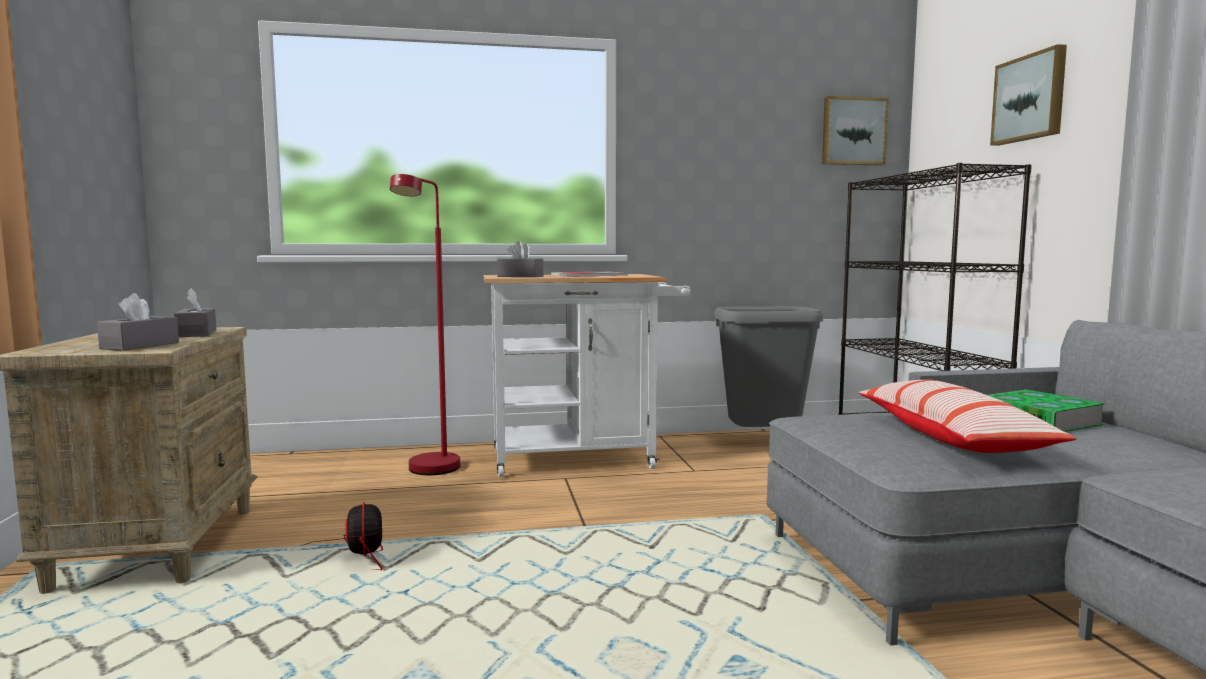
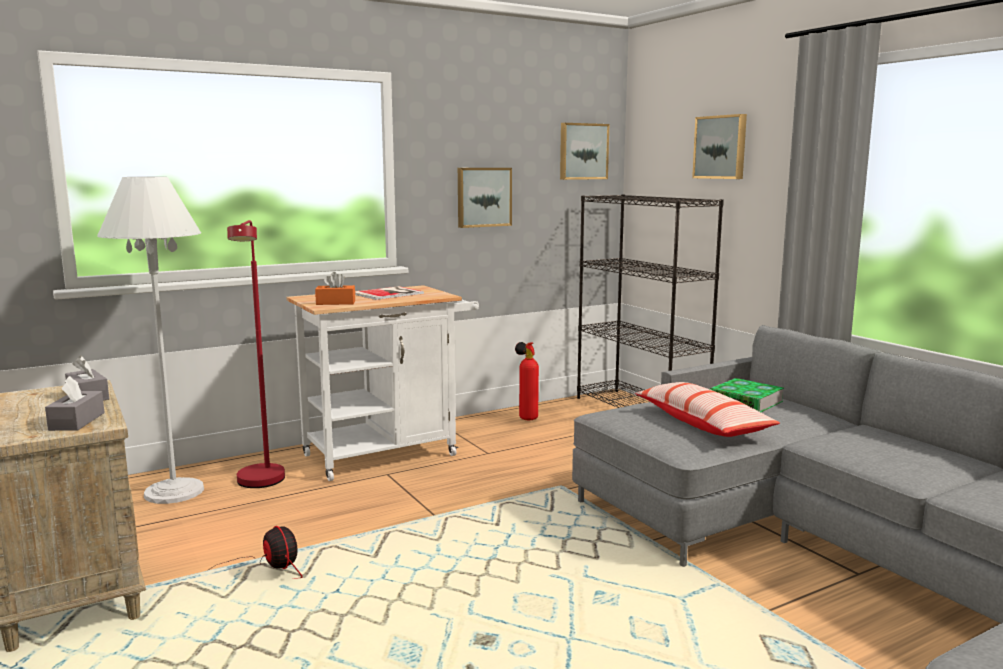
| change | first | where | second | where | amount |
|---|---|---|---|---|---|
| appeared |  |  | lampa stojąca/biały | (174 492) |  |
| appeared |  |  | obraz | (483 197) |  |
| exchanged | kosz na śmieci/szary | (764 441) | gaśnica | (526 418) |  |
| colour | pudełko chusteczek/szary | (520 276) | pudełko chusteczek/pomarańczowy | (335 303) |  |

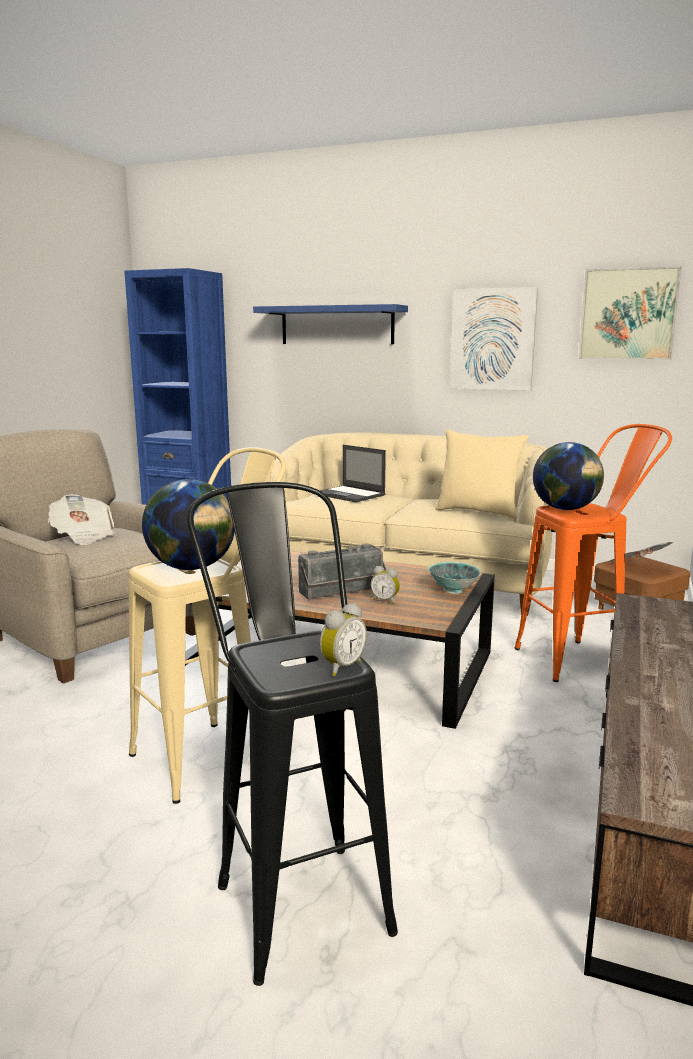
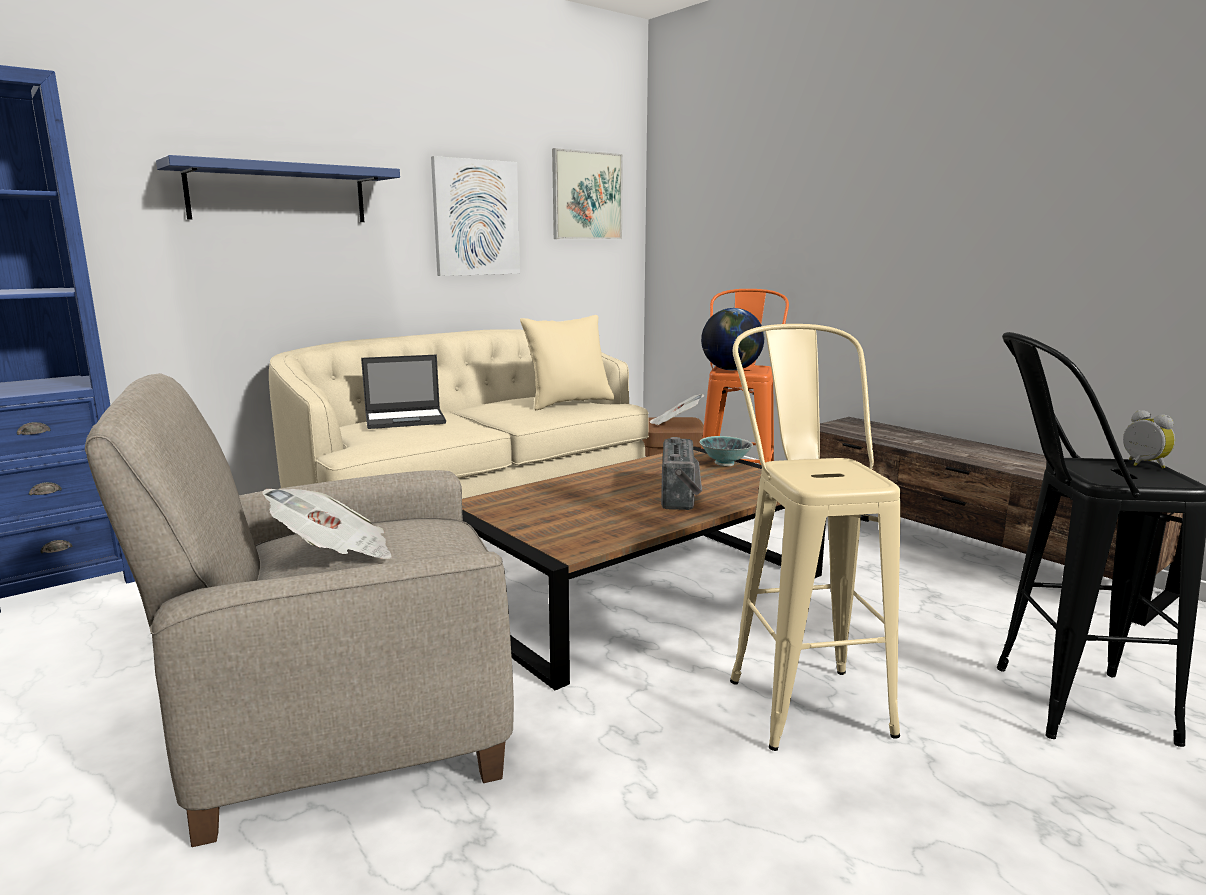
| change | first | where | second | where | amount |
|---|---|---|---|---|---|
| missing | globus | (192 567) |  |  |  |
| missing | budzik | (385 600) |  |  |  |

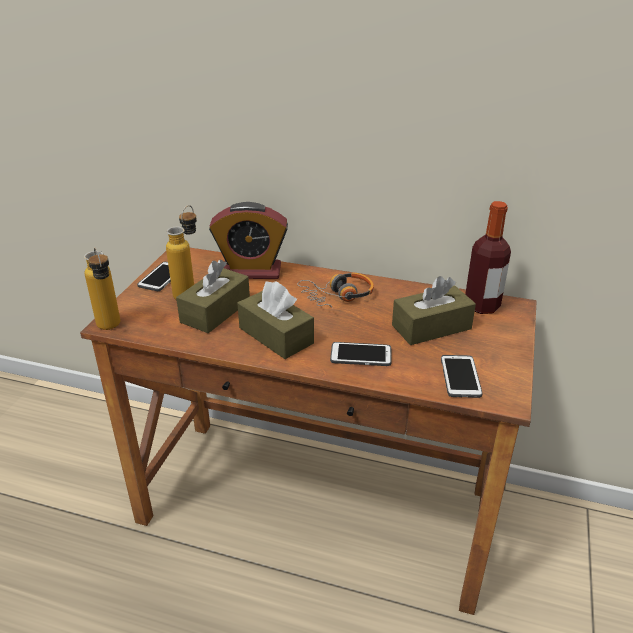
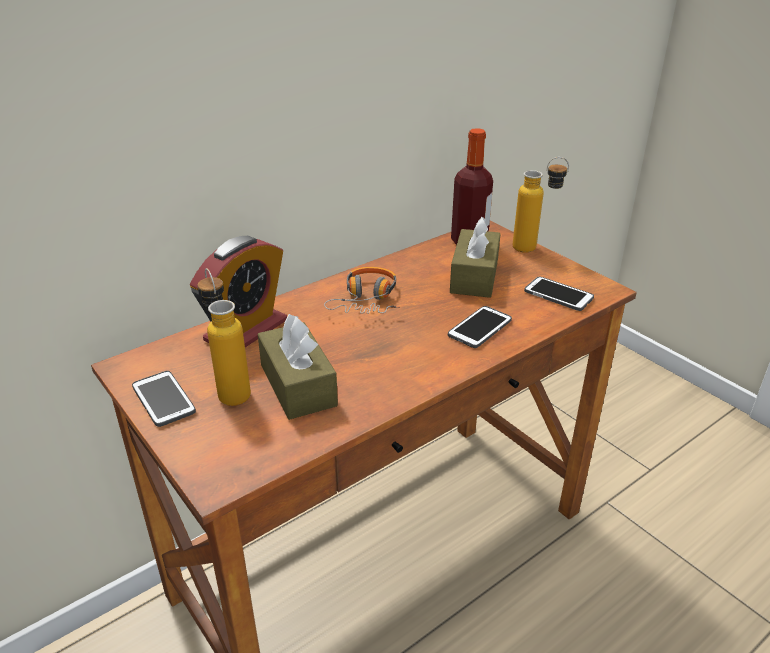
| change | first | where | second | where | amount |
|---|---|---|---|---|---|
| missing | pudełko chusteczek/brązowy | (276 335) |  |  |  |
| relocated | butelka | (111 329) |  | (534 248) |  |

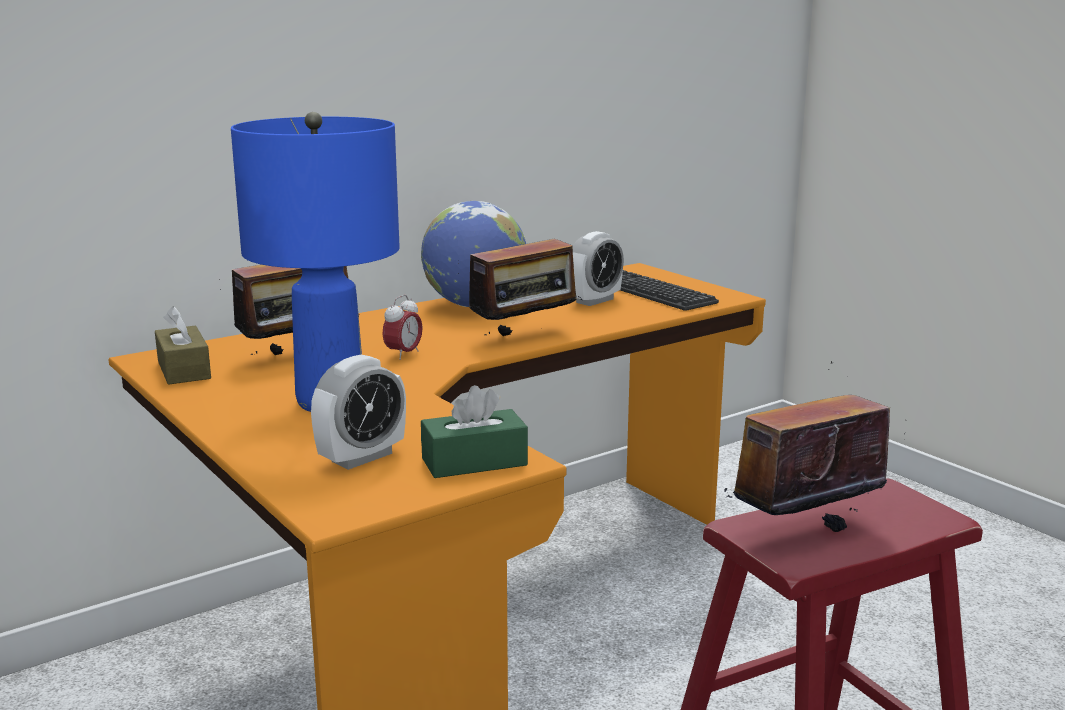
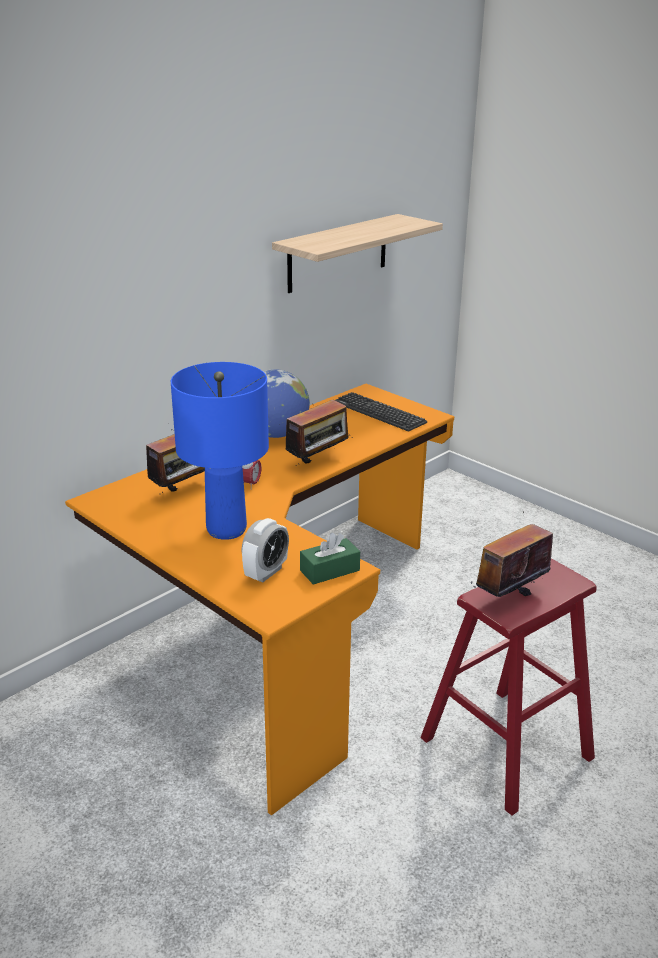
| change | first | where | second | where | amount |
|---|---|---|---|---|---|
| missing | pudełko chusteczek/brązowy | (184 370) |  |  |  |
| missing | budzik | (594 300) |  |  |  |
| appeared |  |  | półka | (338 253) |  |

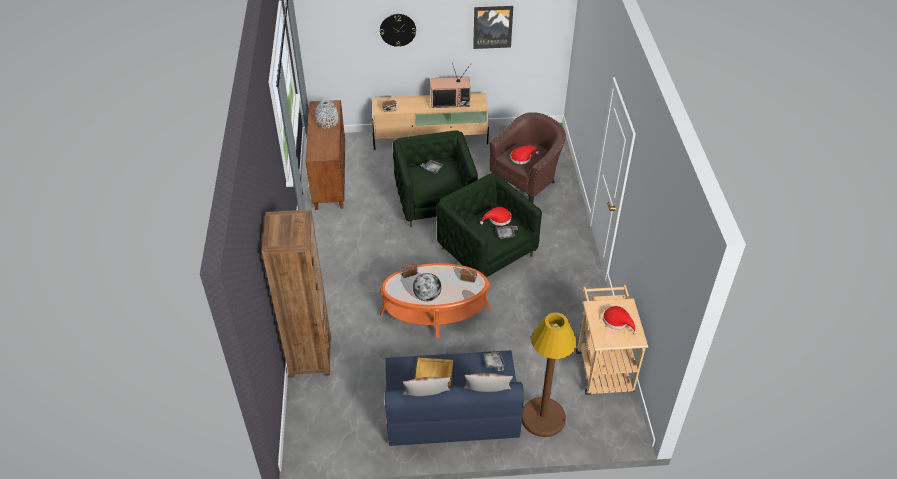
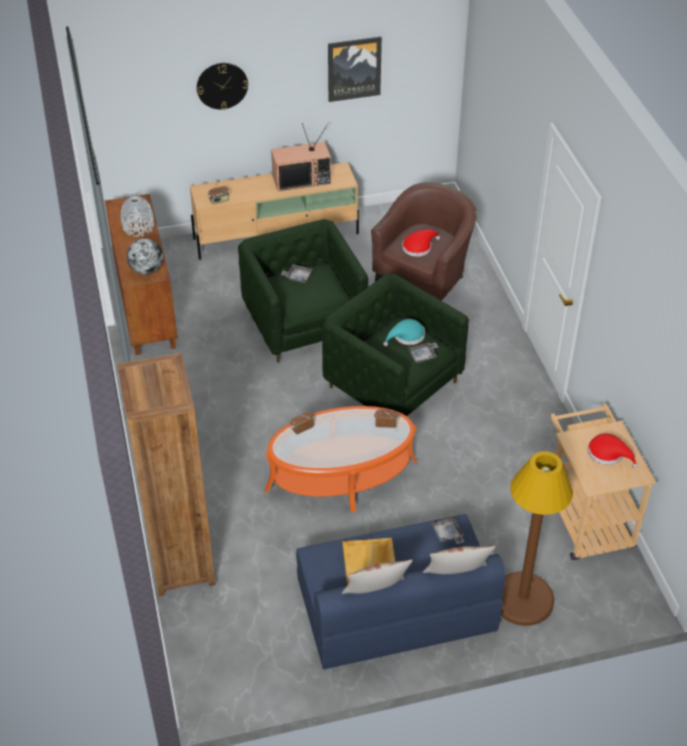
| change | first | where | second | where | amount |
|---|---|---|---|---|---|
| relocated | globus | (427 296) |  | (146 270) |  |
| colour | kapelusz/czerwony | (498 219) | kapelusz/turkusowy | (406 336) |  |

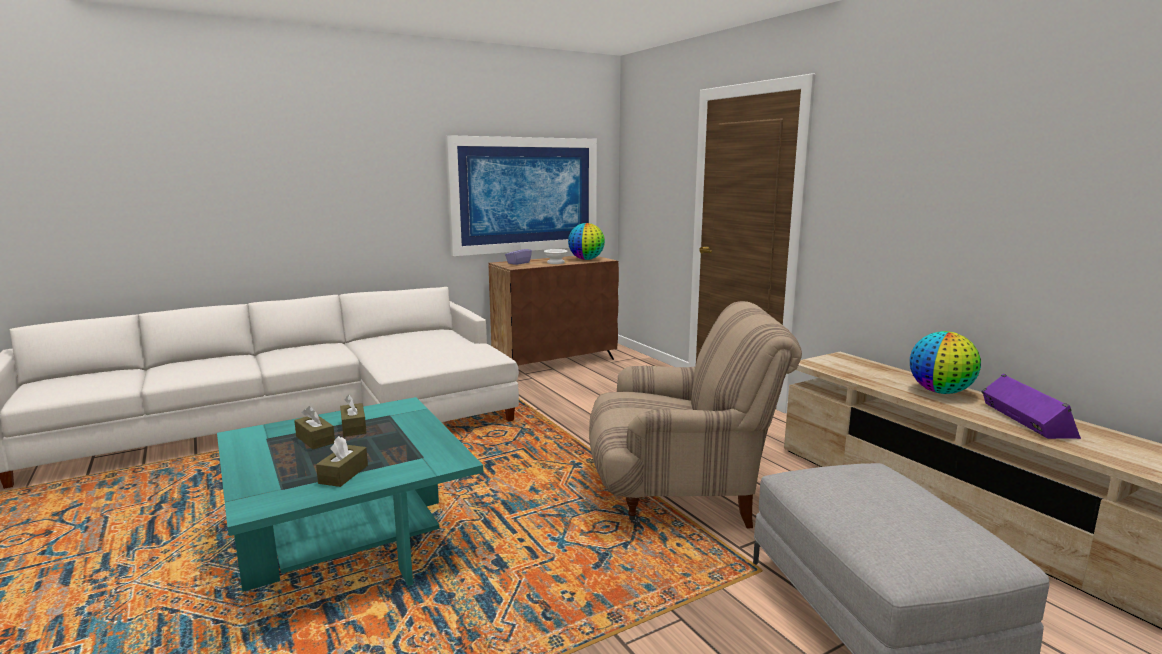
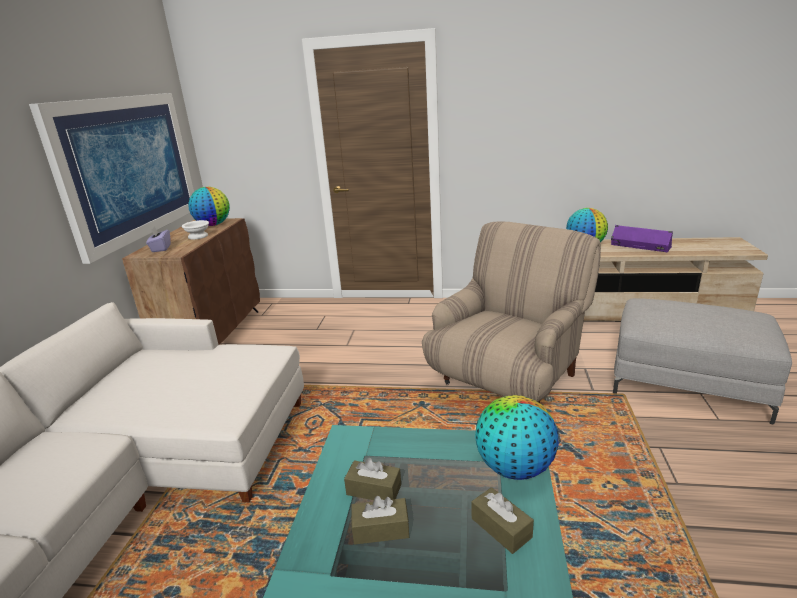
| change | first | where | second | where | amount |
|---|---|---|---|---|---|
| appeared |  |  | globus | (514 467) |  |

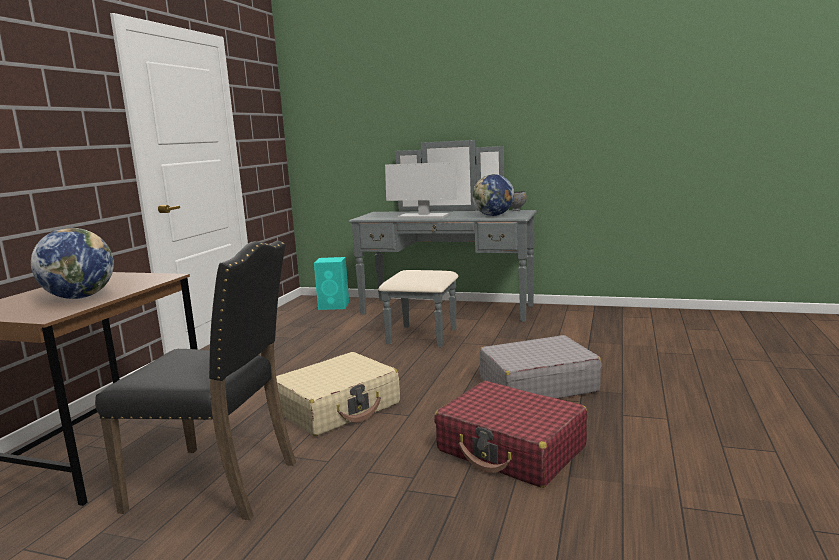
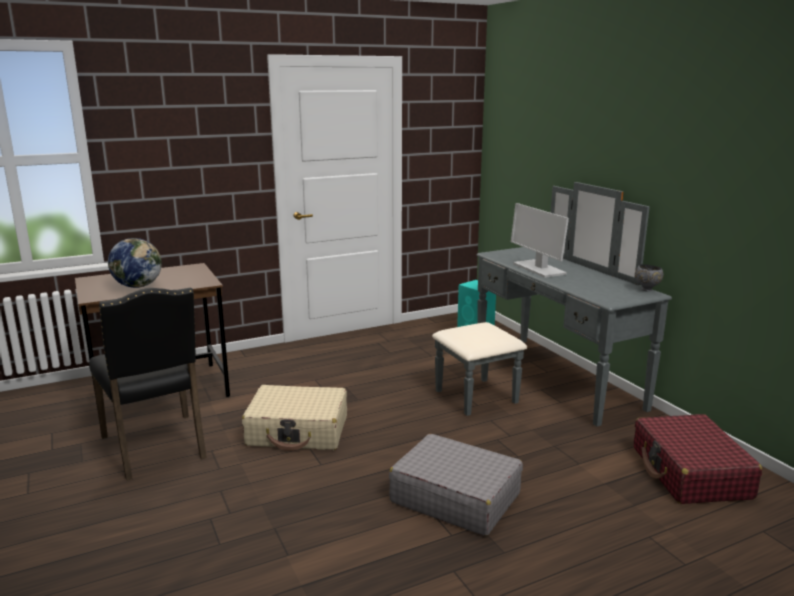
| change | first | where | second | where | amount |
|---|---|---|---|---|---|
| missing | globus | (493 215) |  |  |  |
| relocated | walizka/czerwony | (511 449) |  | (690 473) |  |

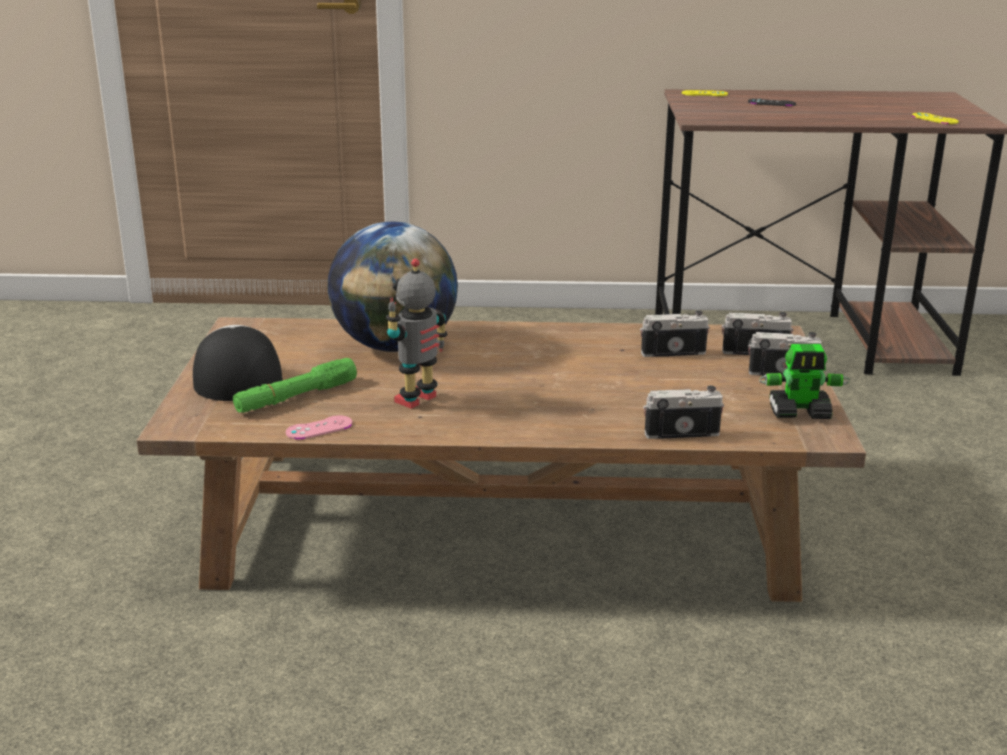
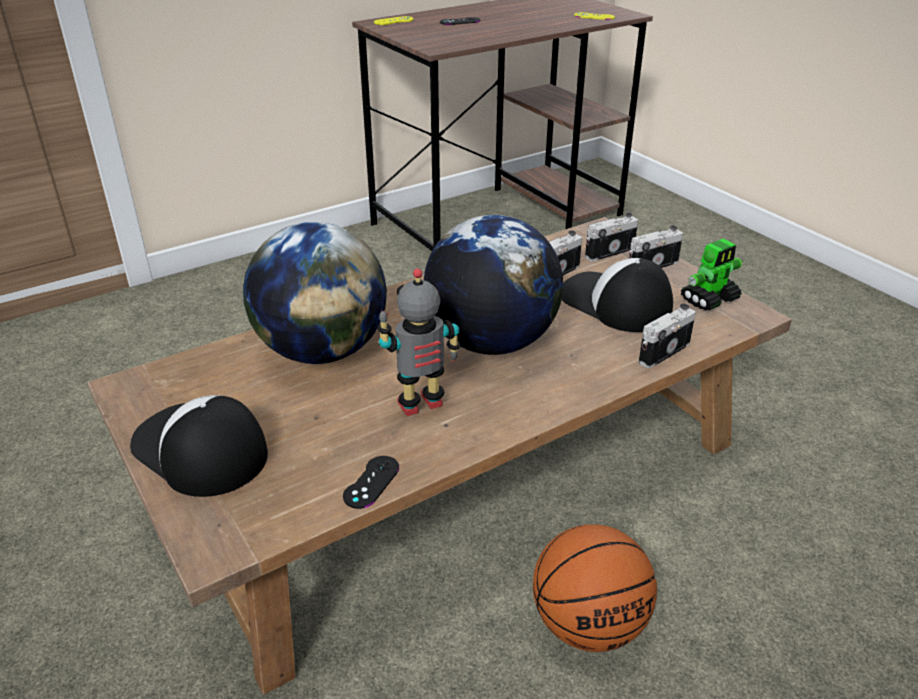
| change | first | where | second | where | amount |
|---|---|---|---|---|---|
| missing | latarka/zielony | (296 397) |  |  |  |
| appeared |  |  | globus | (491 342) |  |
| appeared |  |  | piłka do koszykówki | (588 624) |  |
| appeared |  |  | czapka z daszkiem | (614 303) |  |
| colour | pad do gier/różowy | (319 428) | pad do gier/czarny | (371 482) |  |
| spun | robot zabawkowy | (418 400) |  | (421 406) | 60 degrees clockwise |

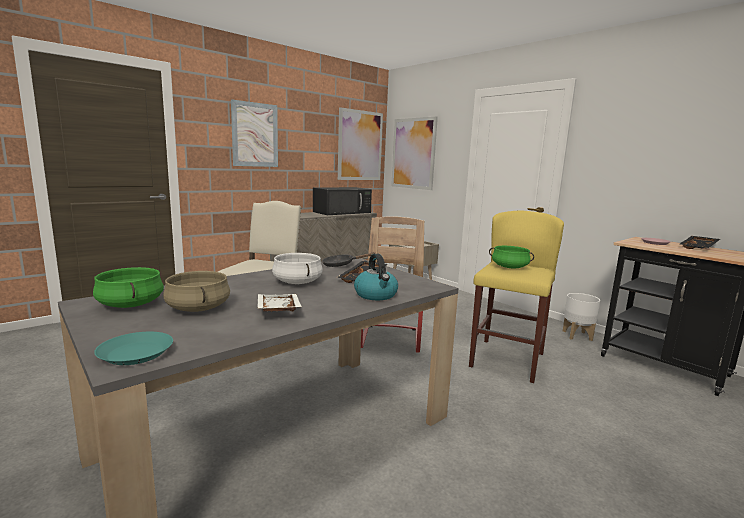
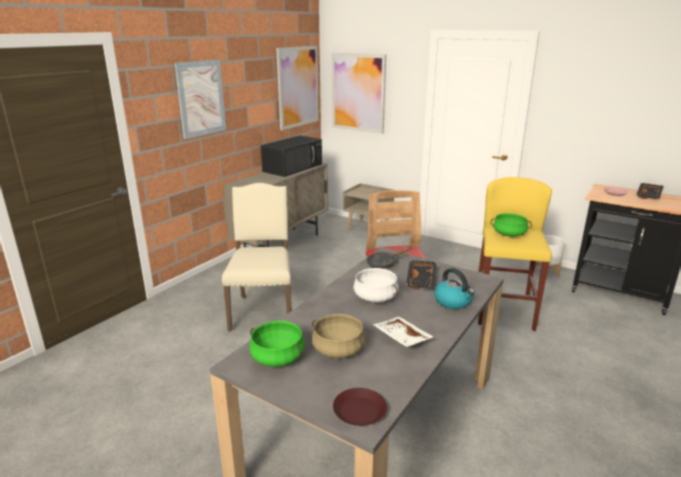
| change | first | where | second | where | amount |
|---|---|---|---|---|---|
| colour | talerz/turkusowy | (136 353) | talerz/brązowy | (359 411) |  |

